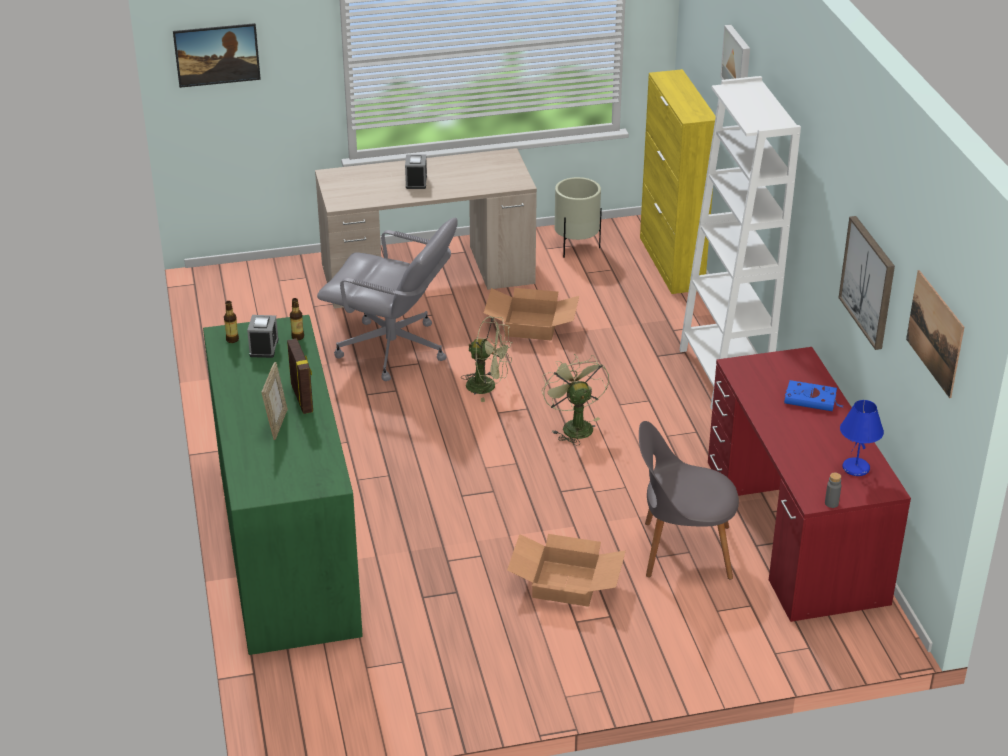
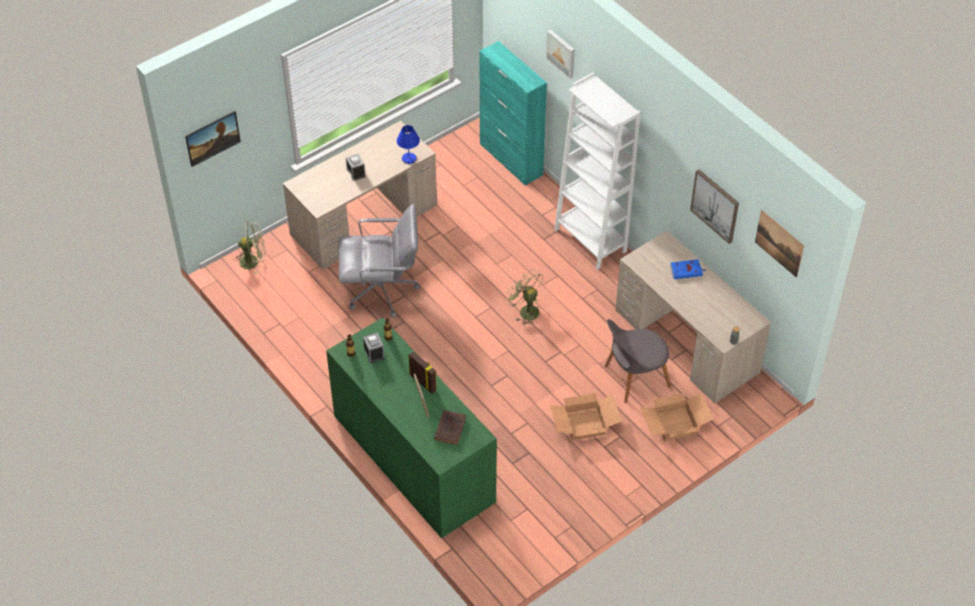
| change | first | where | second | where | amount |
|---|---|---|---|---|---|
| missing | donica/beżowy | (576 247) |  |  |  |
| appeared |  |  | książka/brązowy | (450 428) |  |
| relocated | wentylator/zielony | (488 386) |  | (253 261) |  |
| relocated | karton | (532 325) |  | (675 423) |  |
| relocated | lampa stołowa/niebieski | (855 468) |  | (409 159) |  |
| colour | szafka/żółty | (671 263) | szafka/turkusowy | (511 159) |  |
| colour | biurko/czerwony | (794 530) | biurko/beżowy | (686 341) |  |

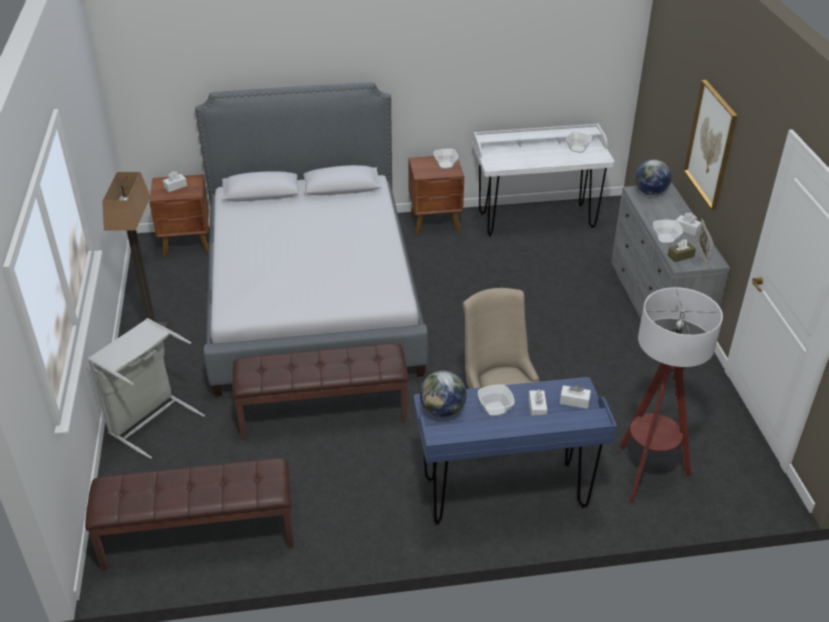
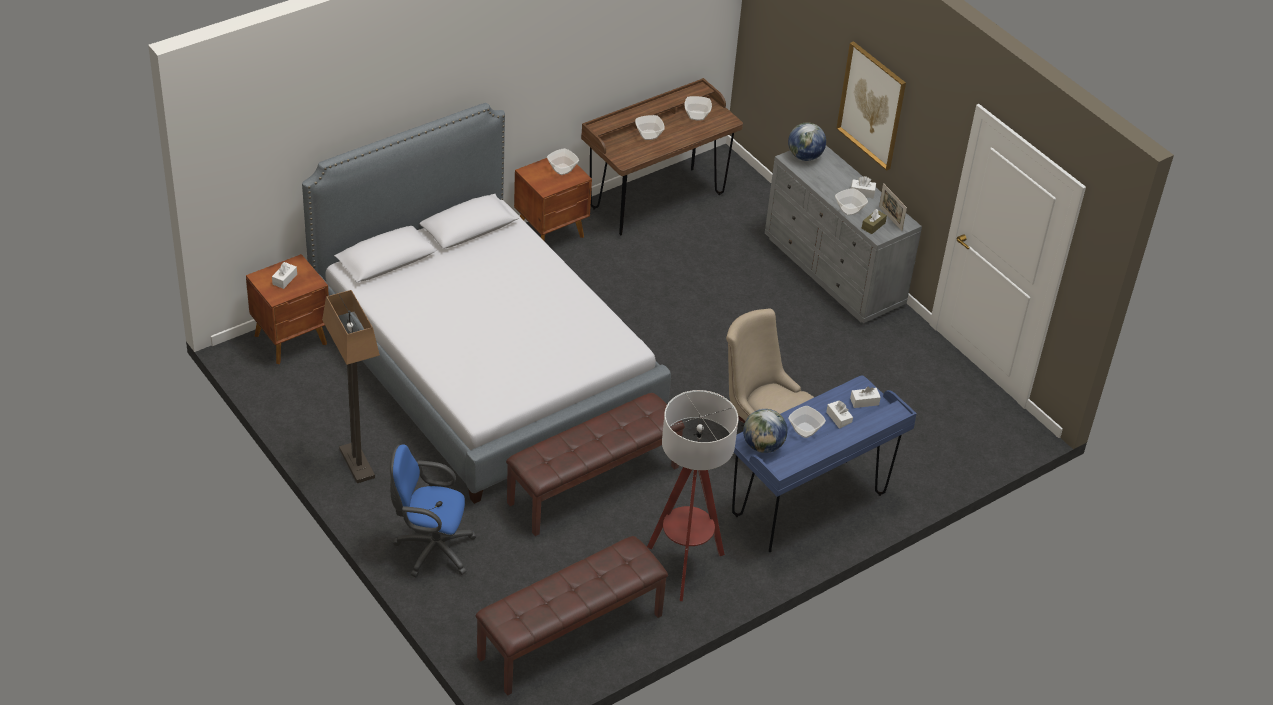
| change | first | where | second | where | amount |
|---|---|---|---|---|---|
| appeared |  |  | miska | (648 135) |  |
| relocated | lampa stojąca | (647 474) |  | (684 566) |  |
| exchanged | kosz na pranie/szary | (150 421) | krzesło biurowe/niebieski | (430 549) |  |
| colour | biurko/biały | (536 220) | biurko/brązowy | (656 201) |  |

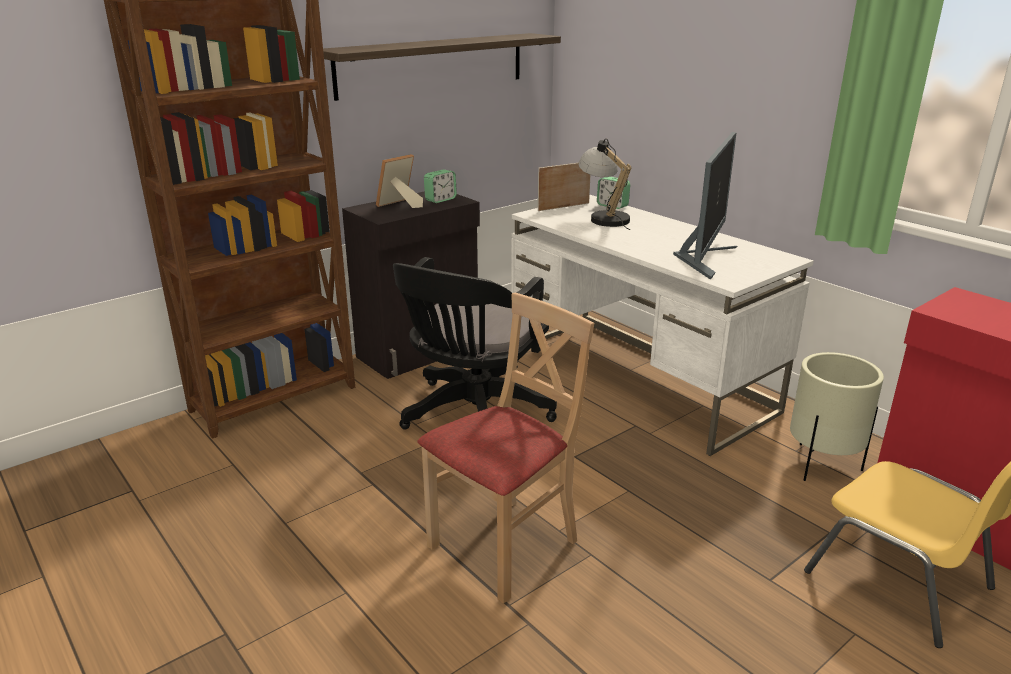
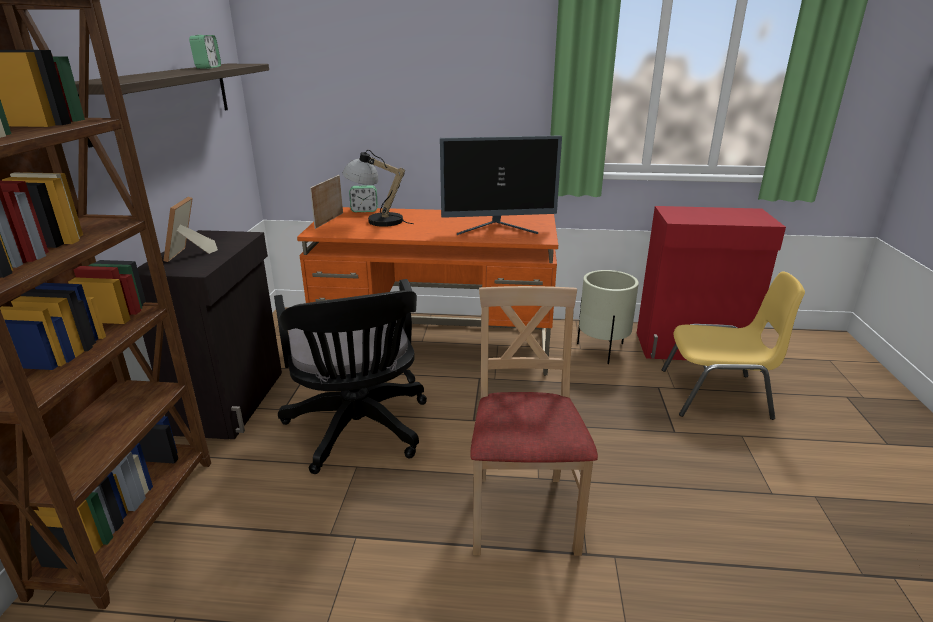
| change | first | where | second | where | amount |
|---|---|---|---|---|---|
| relocated | budzik | (440 200) |  | (208 67) |  |
| colour | biurko/biały | (638 380) | biurko/pomarańczowy | (437 346) |  |
| spun | monitor | (703 259) |  | (498 229) | 105 degrees clockwise |

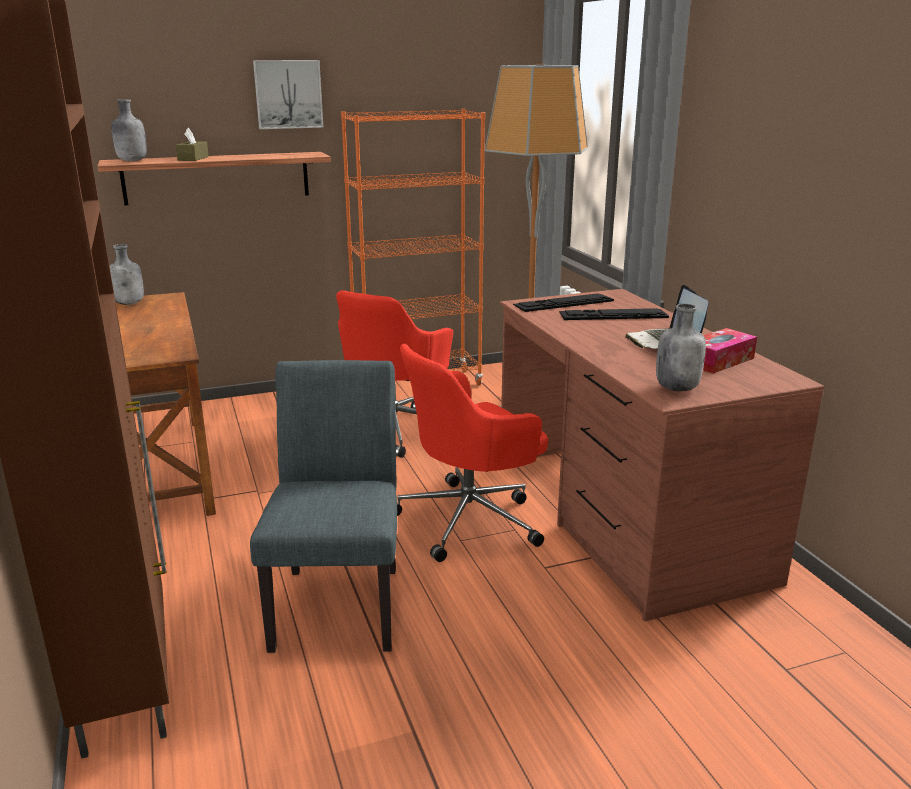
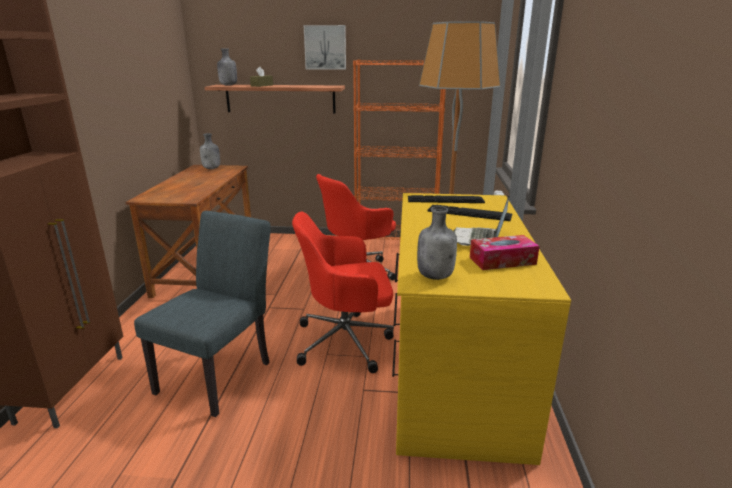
| change | first | where | second | where | amount |
|---|---|---|---|---|---|
| colour | biurko/brązowy | (623 516) | biurko/żółty | (453 367) |  |

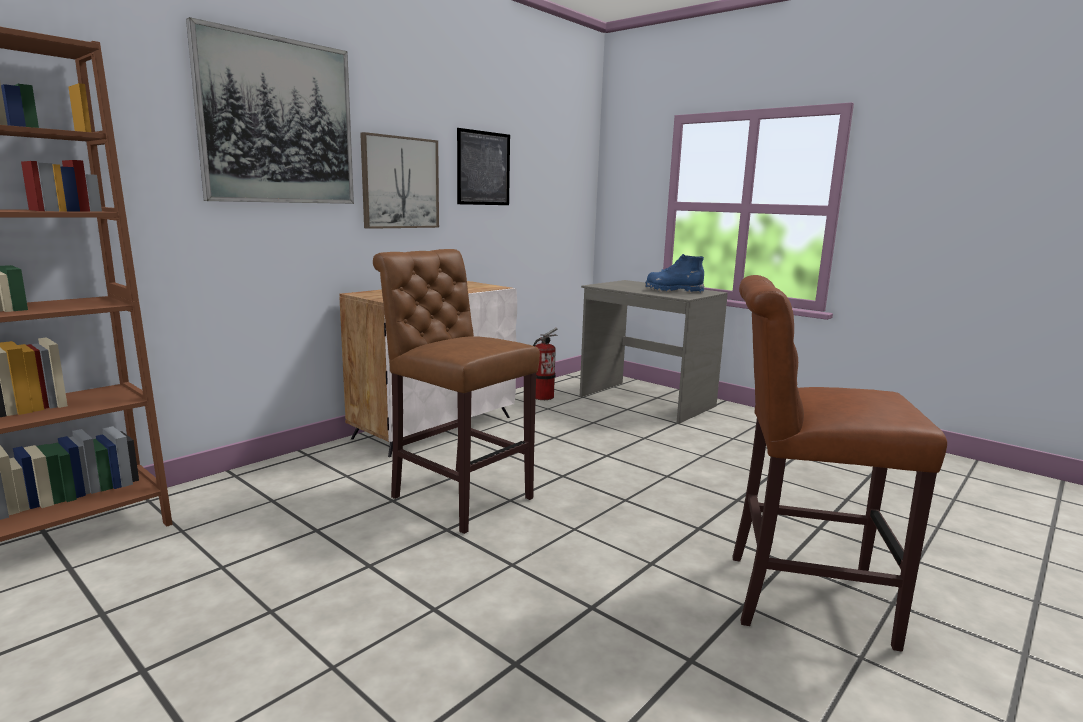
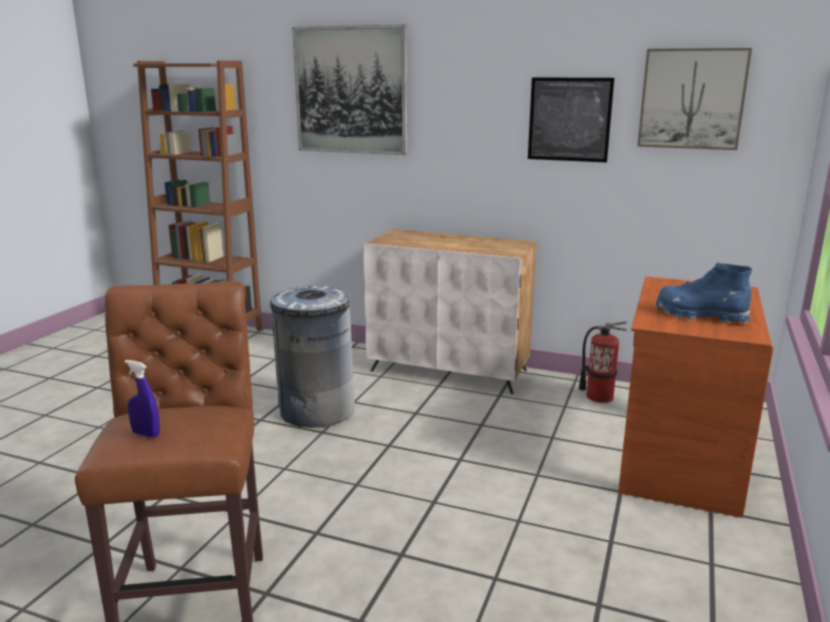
| change | first | where | second | where | amount |
|---|---|---|---|---|---|
| appeared |  |  | spryskiwacz/niebieski | (146 434) |  |
| relocated | obraz | (400 183) |  | (692 99) |  |
| exchanged | stołek/brązowy | (457 496) | kosz na śmieci/szary | (316 410) |  |
| colour | biurko/szary | (645 401) | biurko/brązowy | (678 459) |  |
| spun | but z cholewką/niebieski | (673 291) |  | (700 315) | 60 degrees counterclockwise |

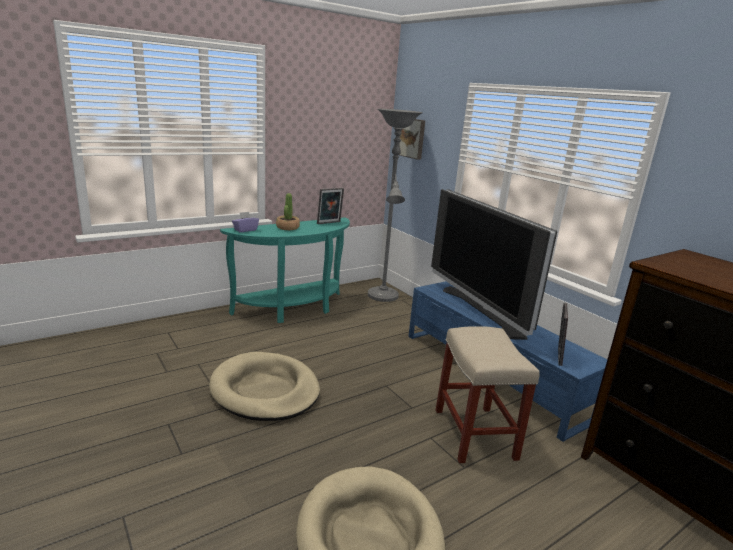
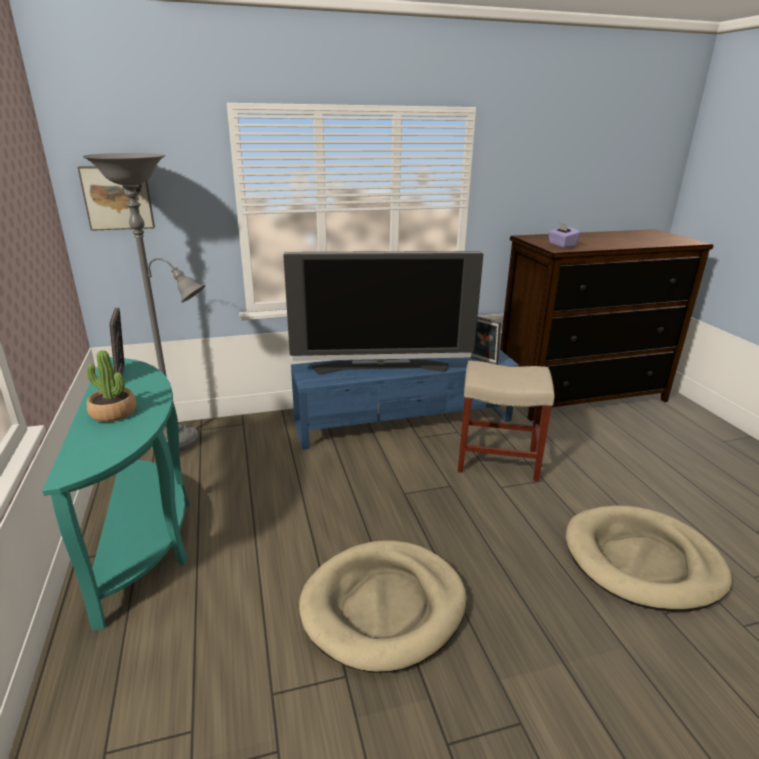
| change | first | where | second | where | amount |
|---|---|---|---|---|---|
| relocated | pudełko chusteczek/fioletowy | (245 230) |  | (561 245) |  |

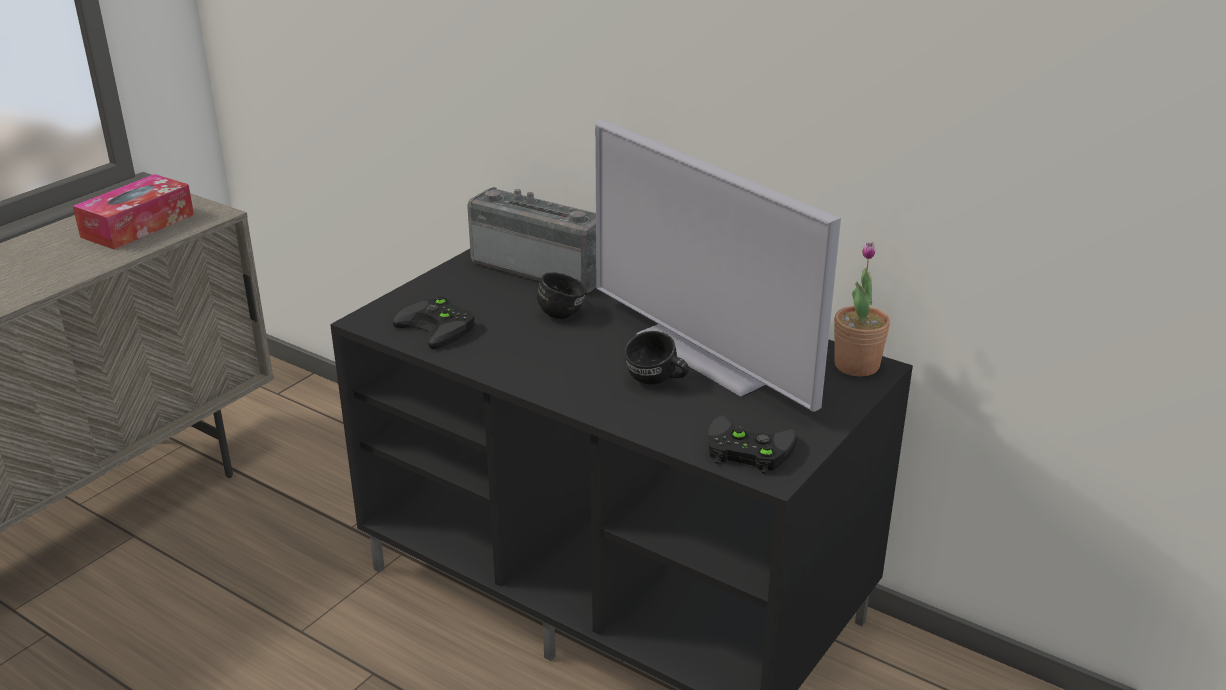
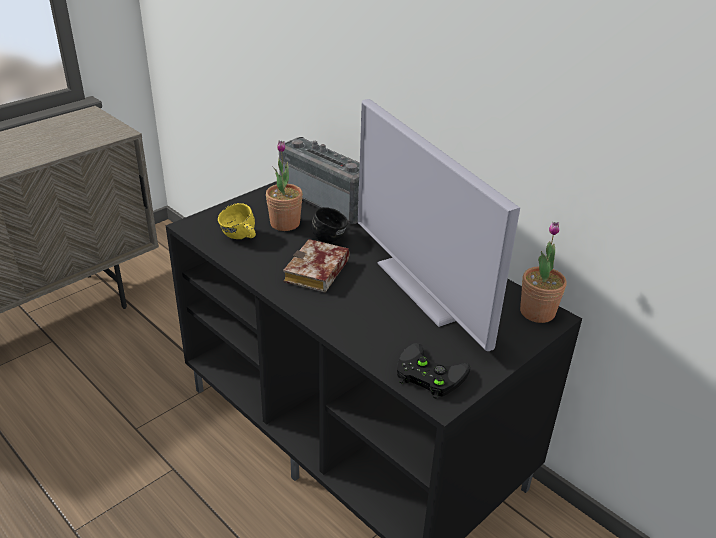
| change | first | where | second | where | amount |
|---|---|---|---|---|---|
| missing | pudełko chusteczek | (138 226) |  |  |  |
| missing | kubek/czarny | (656 382) |  |  |  |
| appeared |  |  | roślina doniczkowa | (285 223) |  |
| appeared |  |  | książka | (317 273) |  |
| exchanged | pad do gier/czarny | (440 327) | kubek/żółty | (239 238) |  |

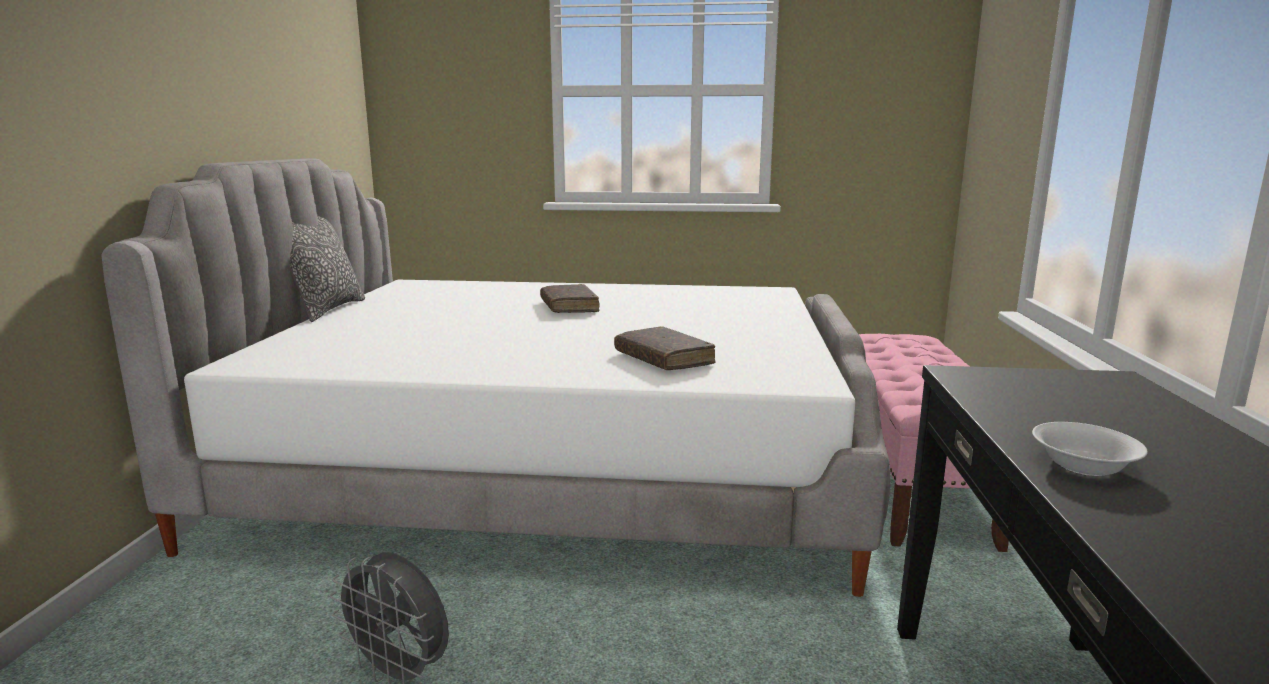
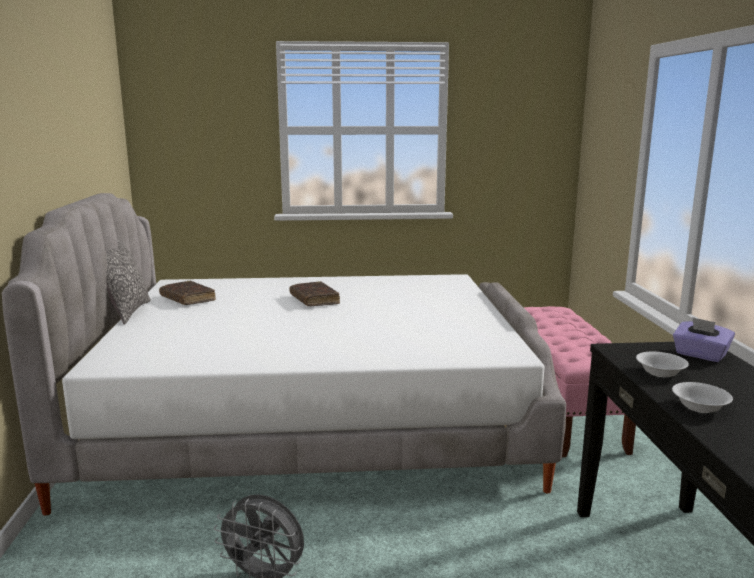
| change | first | where | second | where | amount |
|---|---|---|---|---|---|
| appeared |  |  | miska/biały | (660 372) |  |
| appeared |  |  | pudełko chusteczek/fioletowy | (700 355) |  |
| relocated | książka/brązowy | (663 359) |  | (187 299) |  |

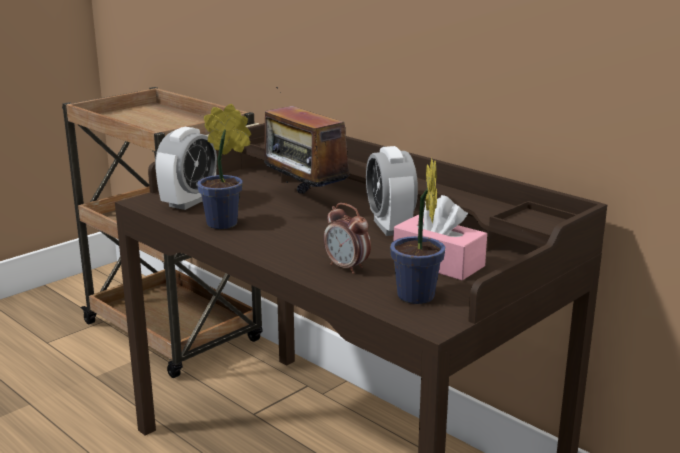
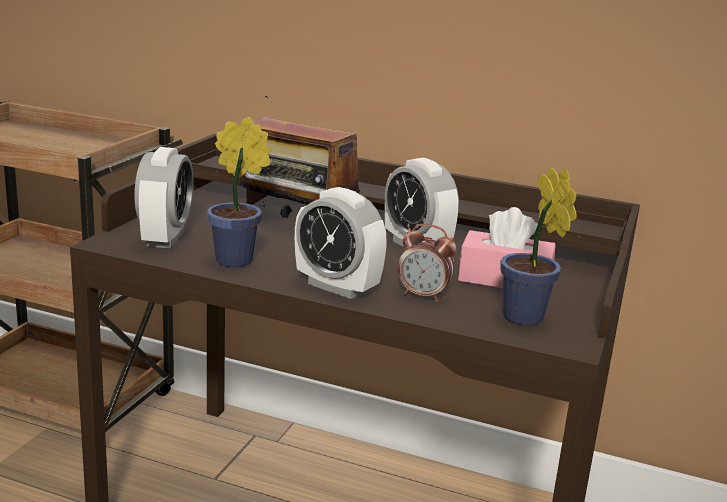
| change | first | where | second | where | amount |
|---|---|---|---|---|---|
| appeared |  |  | budzik | (337 287) |  |

